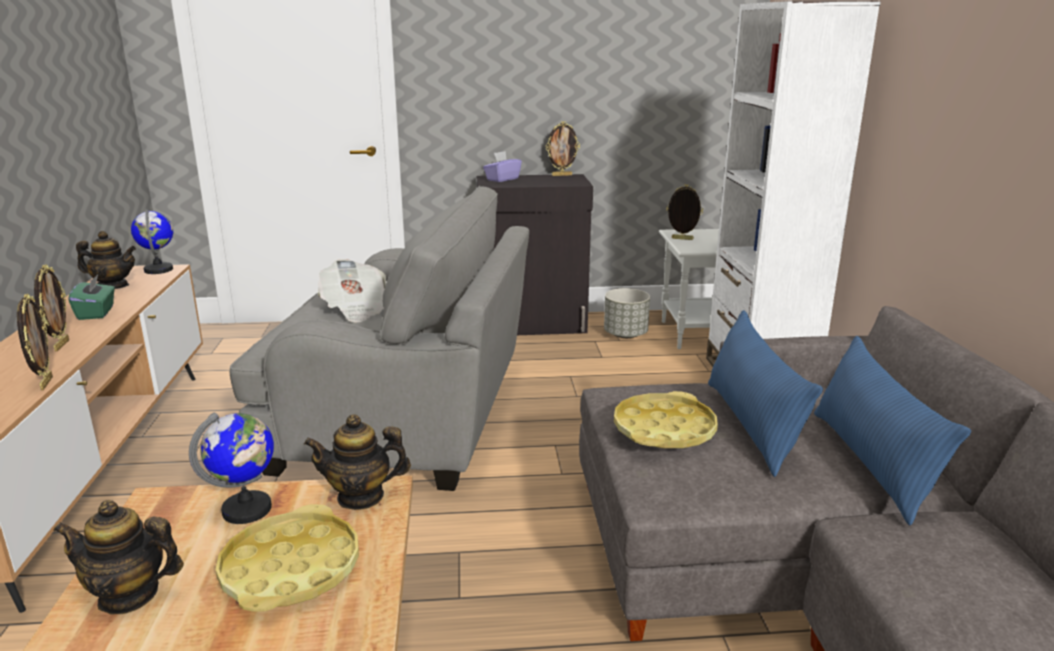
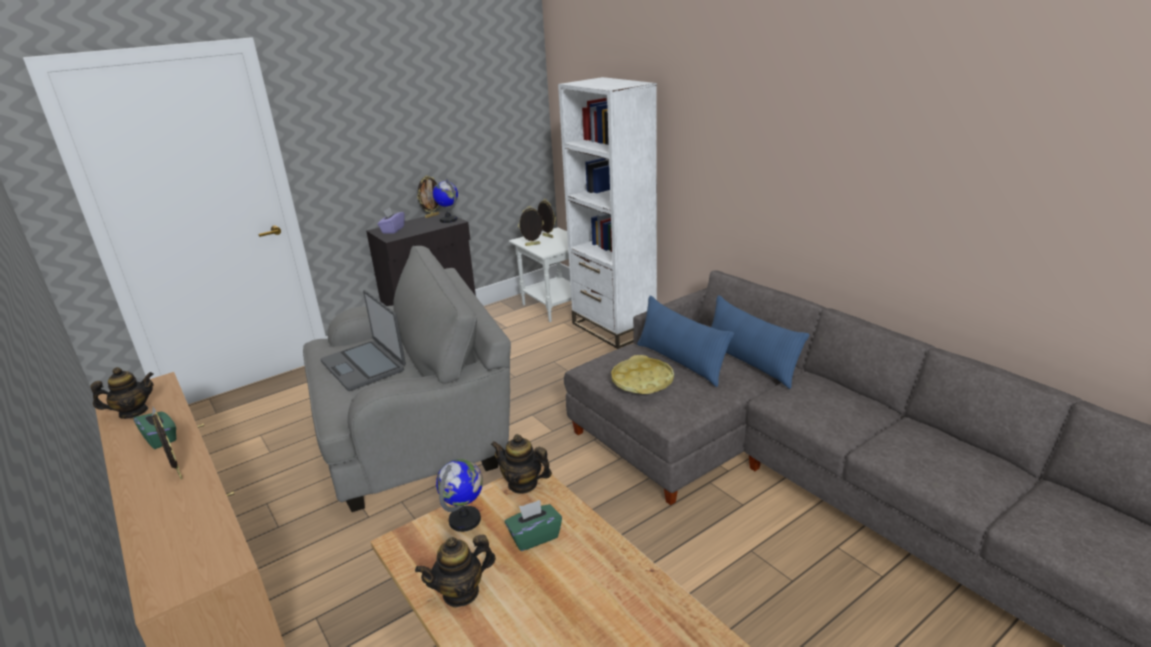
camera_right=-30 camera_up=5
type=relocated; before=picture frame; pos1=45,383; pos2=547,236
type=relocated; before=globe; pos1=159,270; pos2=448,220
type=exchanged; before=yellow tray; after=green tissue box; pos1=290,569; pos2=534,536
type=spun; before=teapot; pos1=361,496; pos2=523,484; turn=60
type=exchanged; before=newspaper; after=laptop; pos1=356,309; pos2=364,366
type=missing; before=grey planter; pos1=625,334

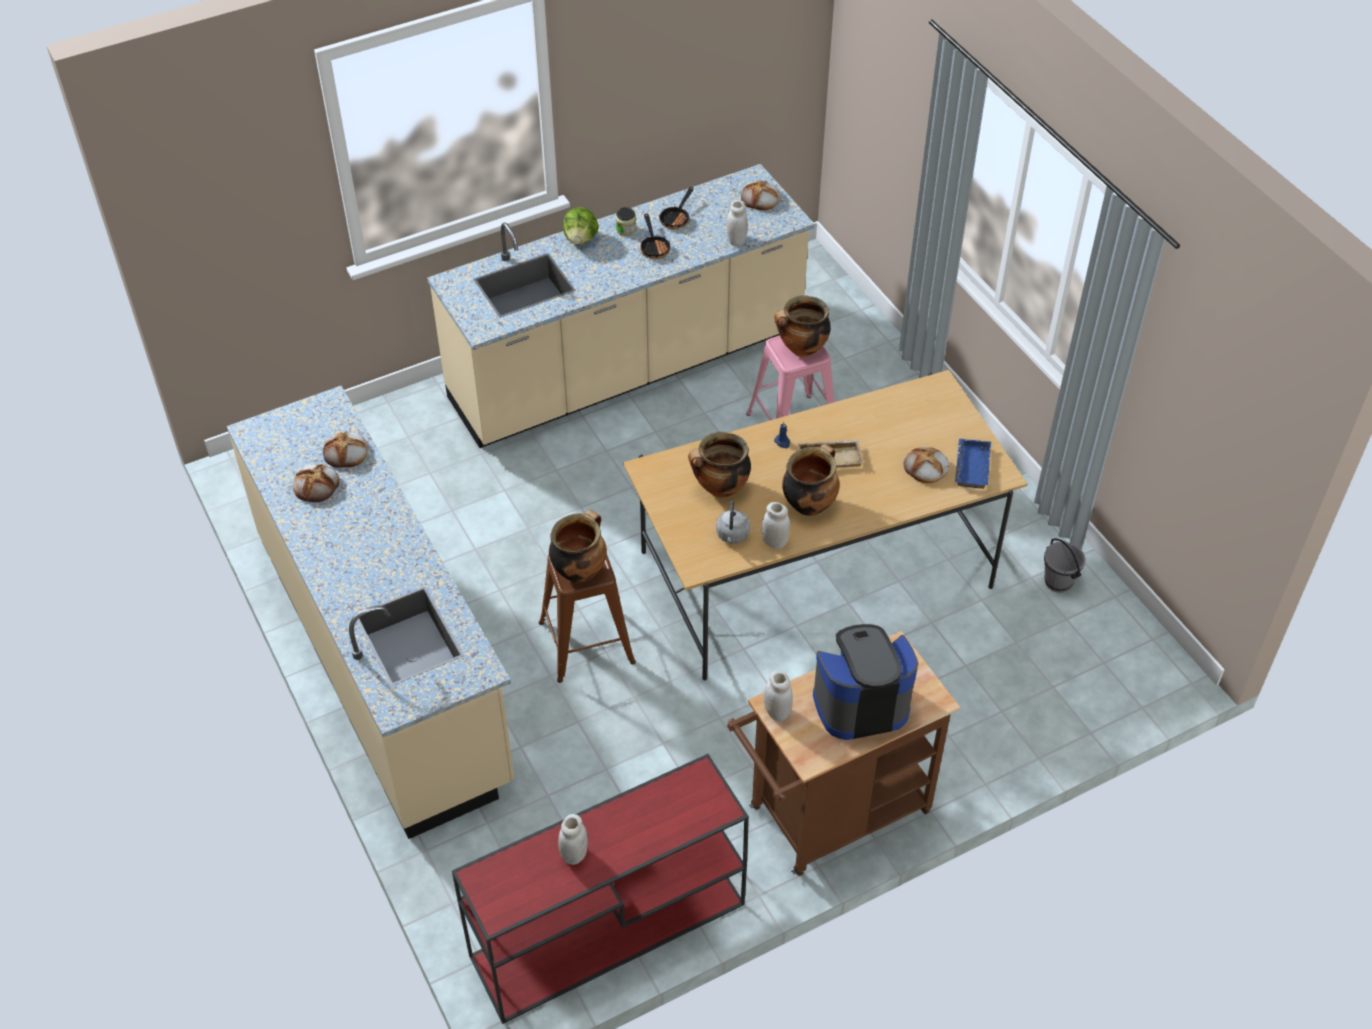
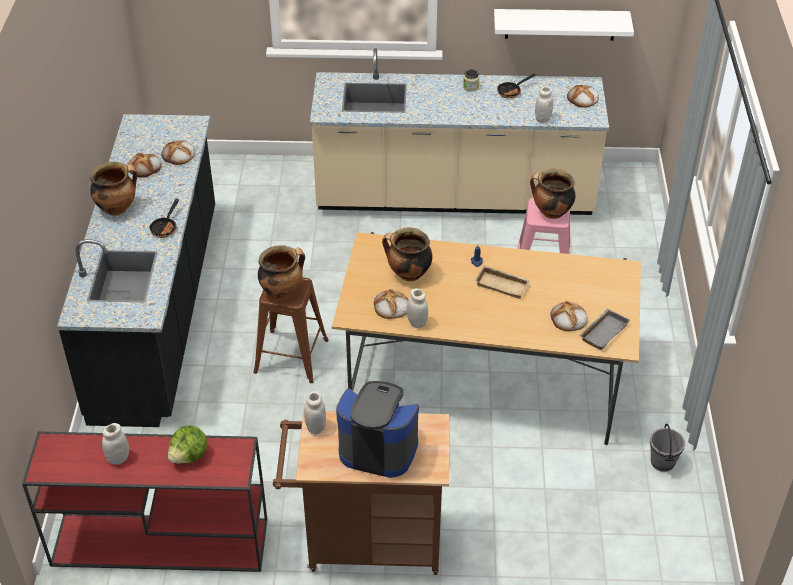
camera_right=30 camera_up=-5
type=colour; before=beige counter; after=black counter; pos1=385,659; pos2=159,311
type=relocated; before=lettuce; pos1=581,239; pos2=189,456
type=relocated; before=frying pan; pos1=654,247; pos2=165,227
type=exchanged; before=grey kettle; after=bread; pos1=732,536; pos2=391,307
type=relocated; before=cooking pot; pos1=809,504; pos2=117,208
type=colour; before=blue tray; after=grey tray; pos1=970,466; pos2=603,331
type=appeared; after=white shelf; pos2=560,24

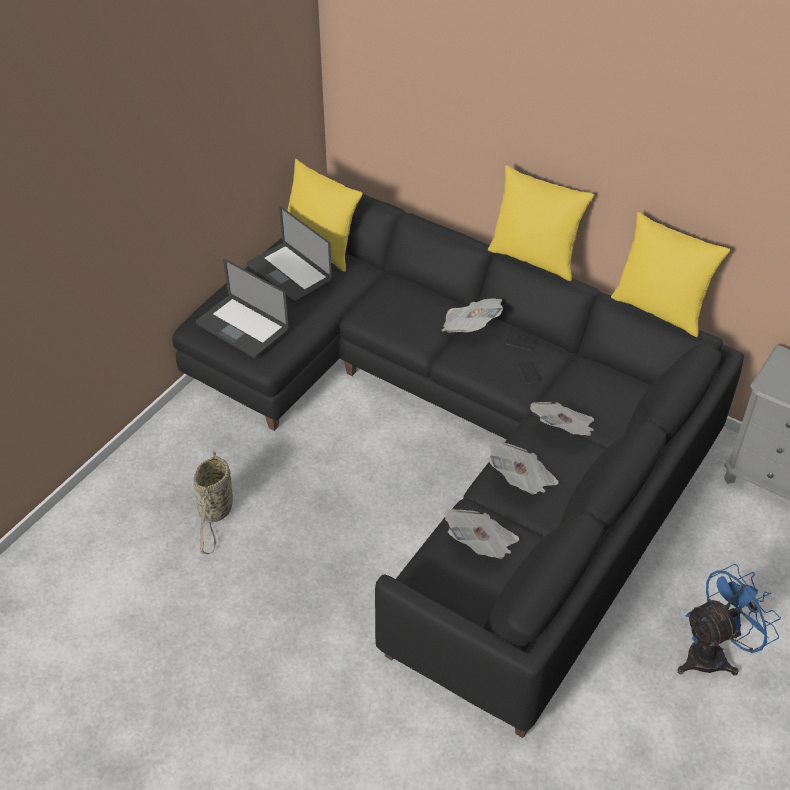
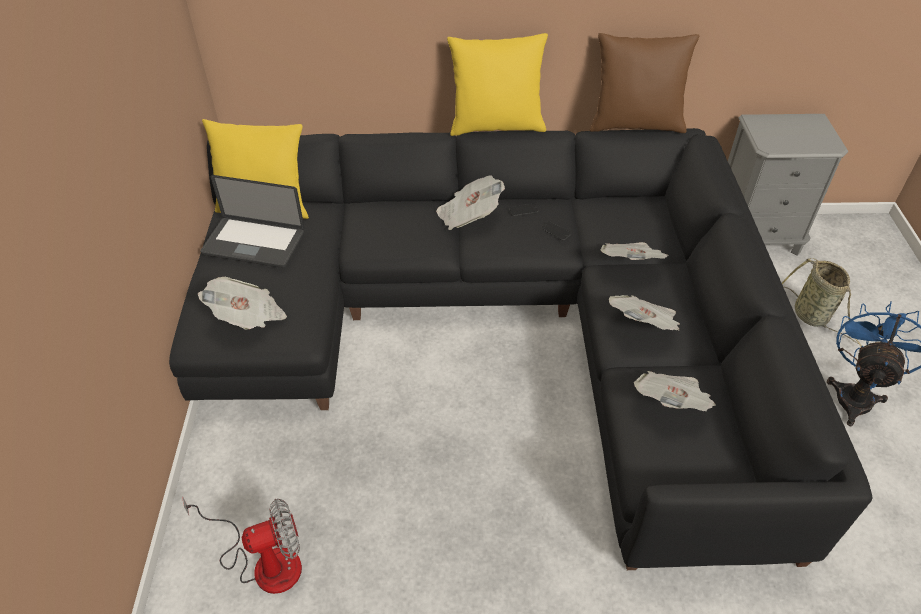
camera_right=-35 camera_up=0
type=relocated; before=basket; pos1=215,512; pos2=813,317
type=exchanged; before=laptop; after=newspaper; pos1=242,328; pos2=248,317
type=colour; before=yellow pillow; after=brown pillow; pos1=659,310; pos2=635,125
type=appeared; after=fan; pos2=264,562

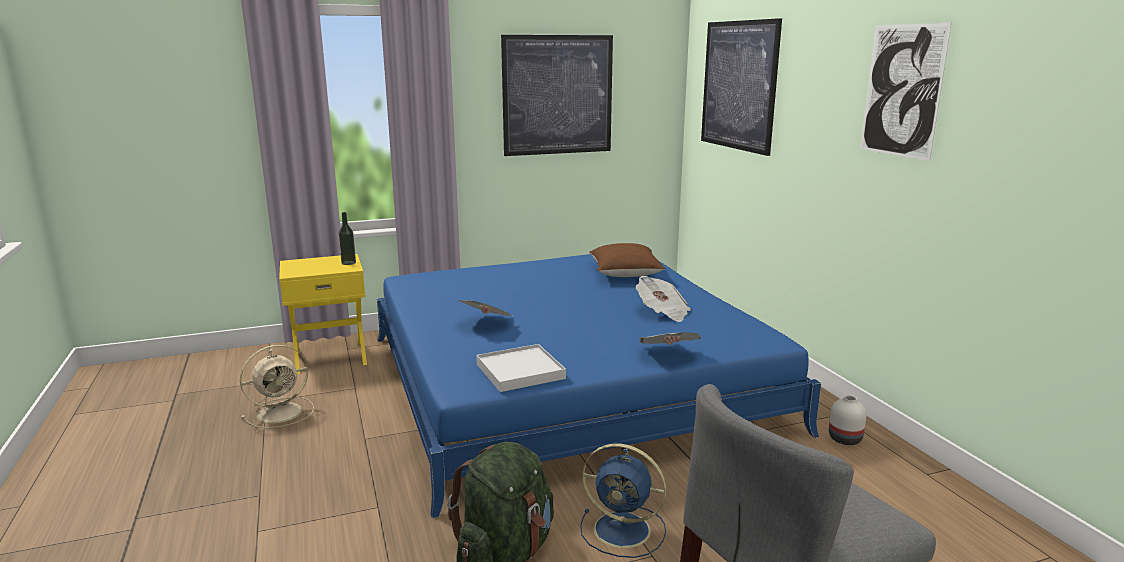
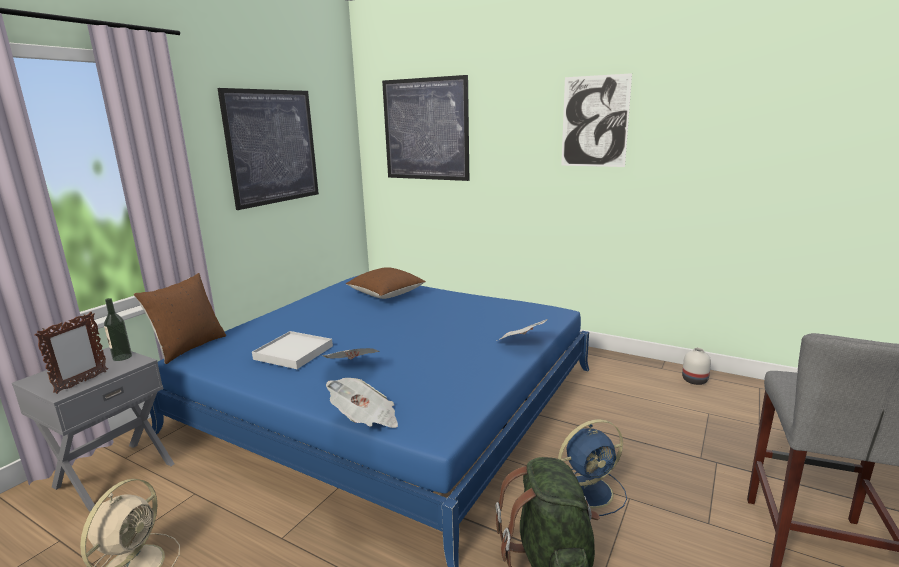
camera_right=-40 camera_up=0
type=colour; before=yellow nightstand; after=grey nightstand; pos1=330,356; pos2=114,474
type=relocated; before=white tray; pos1=520,371; pos2=293,352
type=relocated; before=newspaper; pos1=662,313; pos2=365,419
type=relocated; before=white vase; pos1=844,439; pos2=694,381
type=appeared; after=picture frame; pos2=81,382
type=appeared; after=brown pillow; pos2=189,347

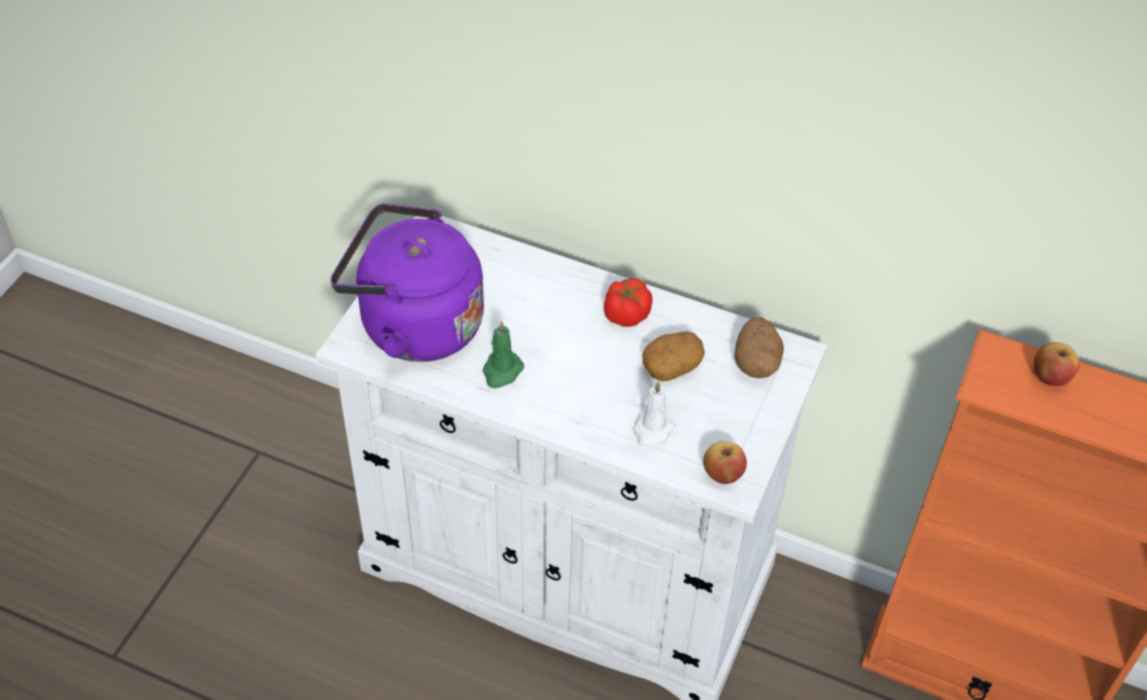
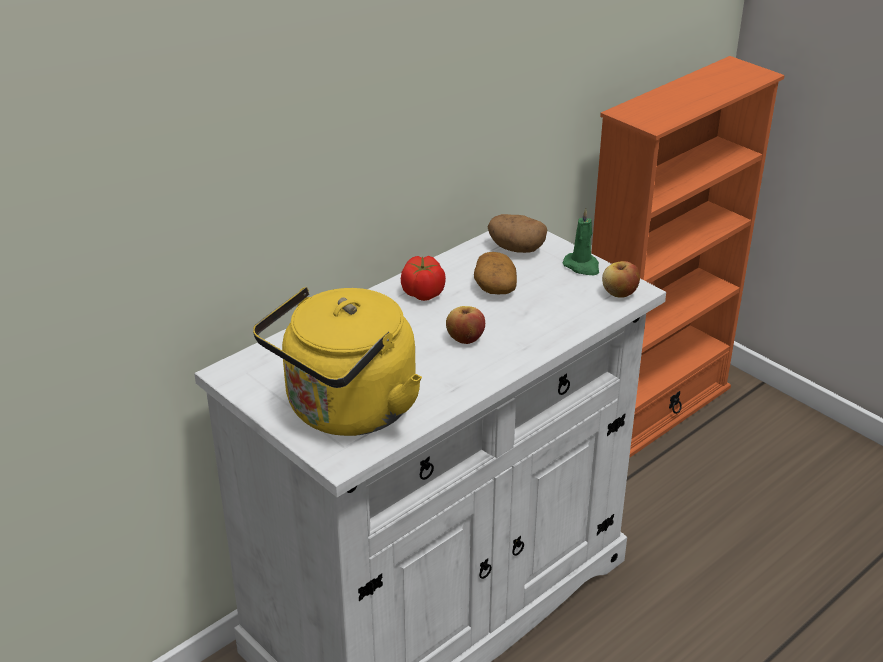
camera_right=-65 camera_up=-15
type=colour; before=purple kettle; after=yellow kettle; pos1=414,325; pos2=346,411
type=relocated; before=green candle; pos1=501,371; pos2=582,266
type=missing; before=white candle; pos1=652,430
type=relocated; before=apple; pos1=1050,376; pos2=465,338

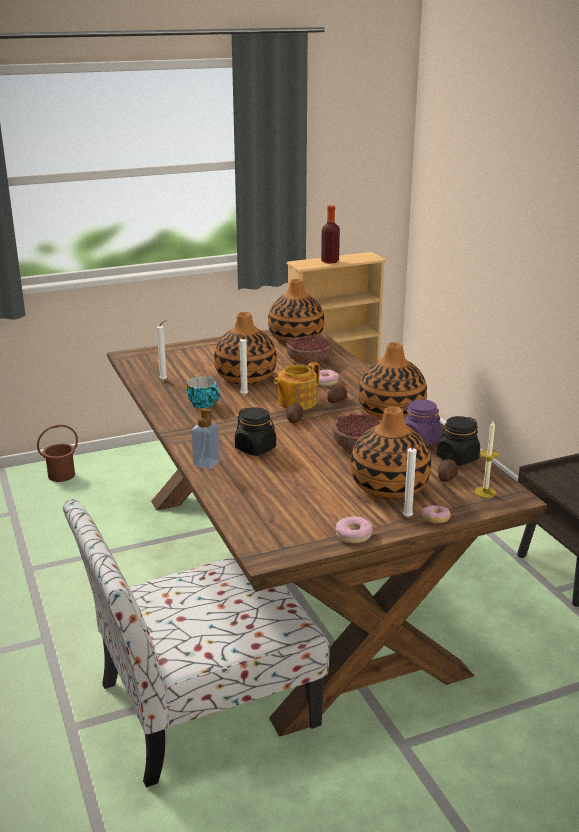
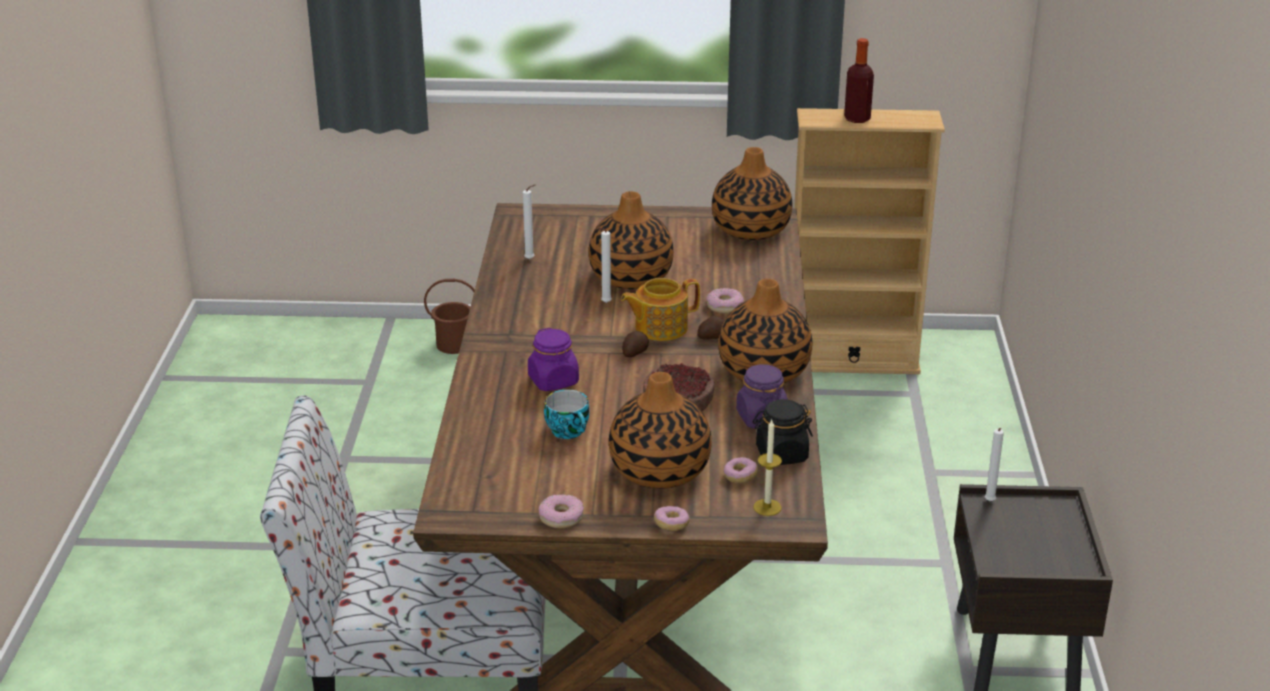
camera_right=25 camera_up=5
type=relocated; before=cup; pos1=204,404; pos2=569,431
type=missing; before=soap dispenser; pos1=206,463
type=colour; before=black jar; after=purple jar; pos1=255,448; pos2=553,381
type=missing; before=bowl; pos1=309,360
type=relocated; before=white candle; pos1=408,518; pos2=989,502
type=exchanged; before=potato; after=donut; pos1=446,478; pos2=740,476

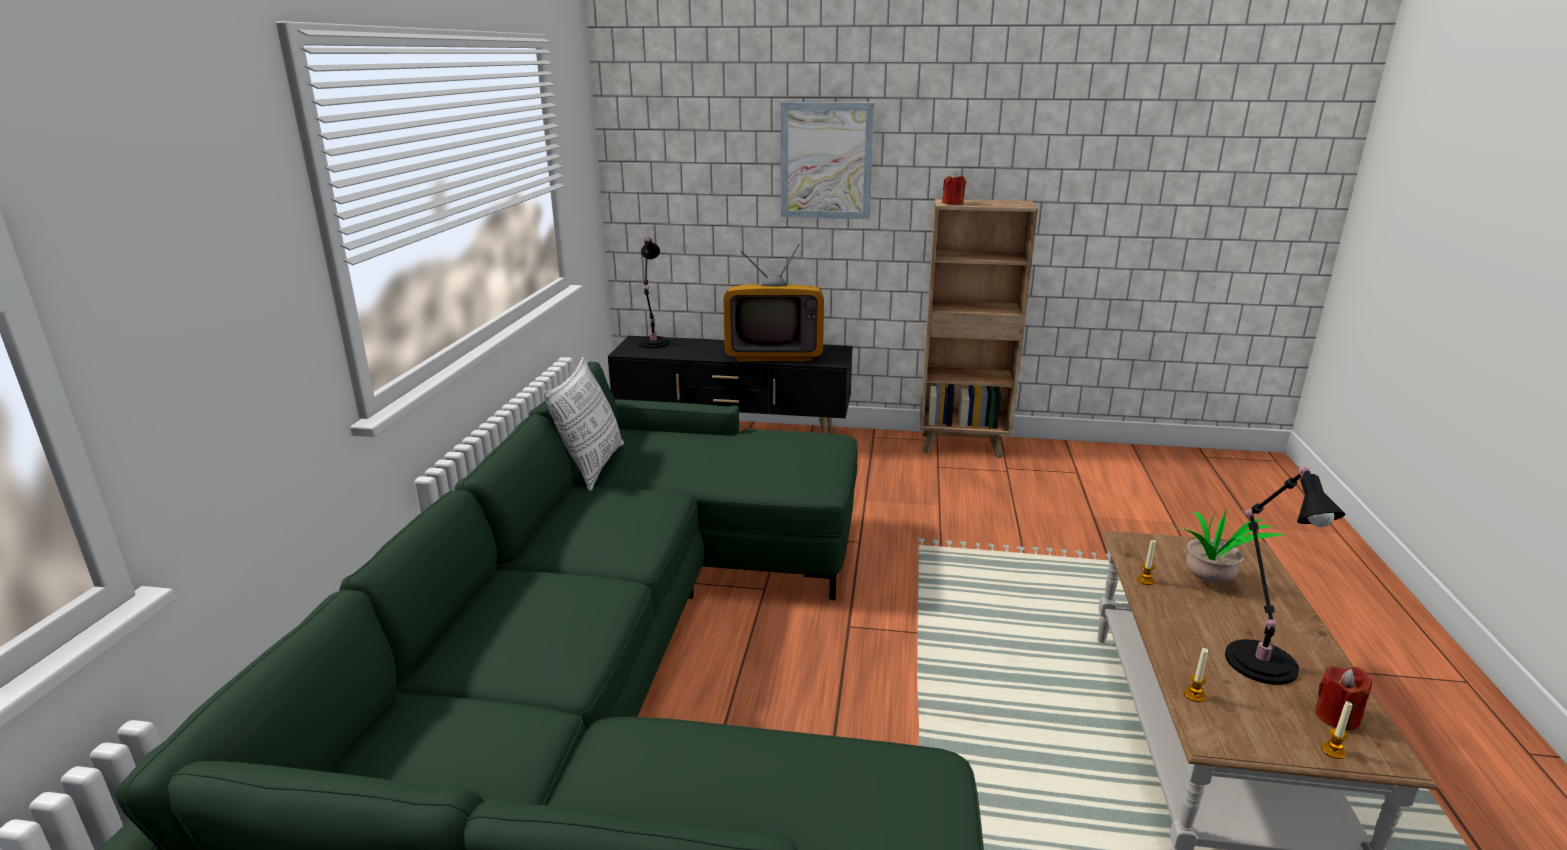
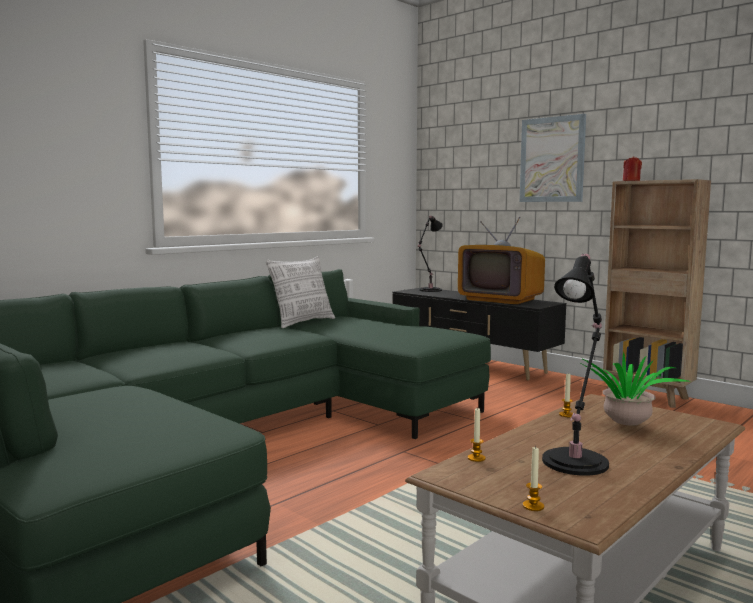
camera_right=35 camera_up=-15
type=missing; before=red candle; pos1=1336,717

